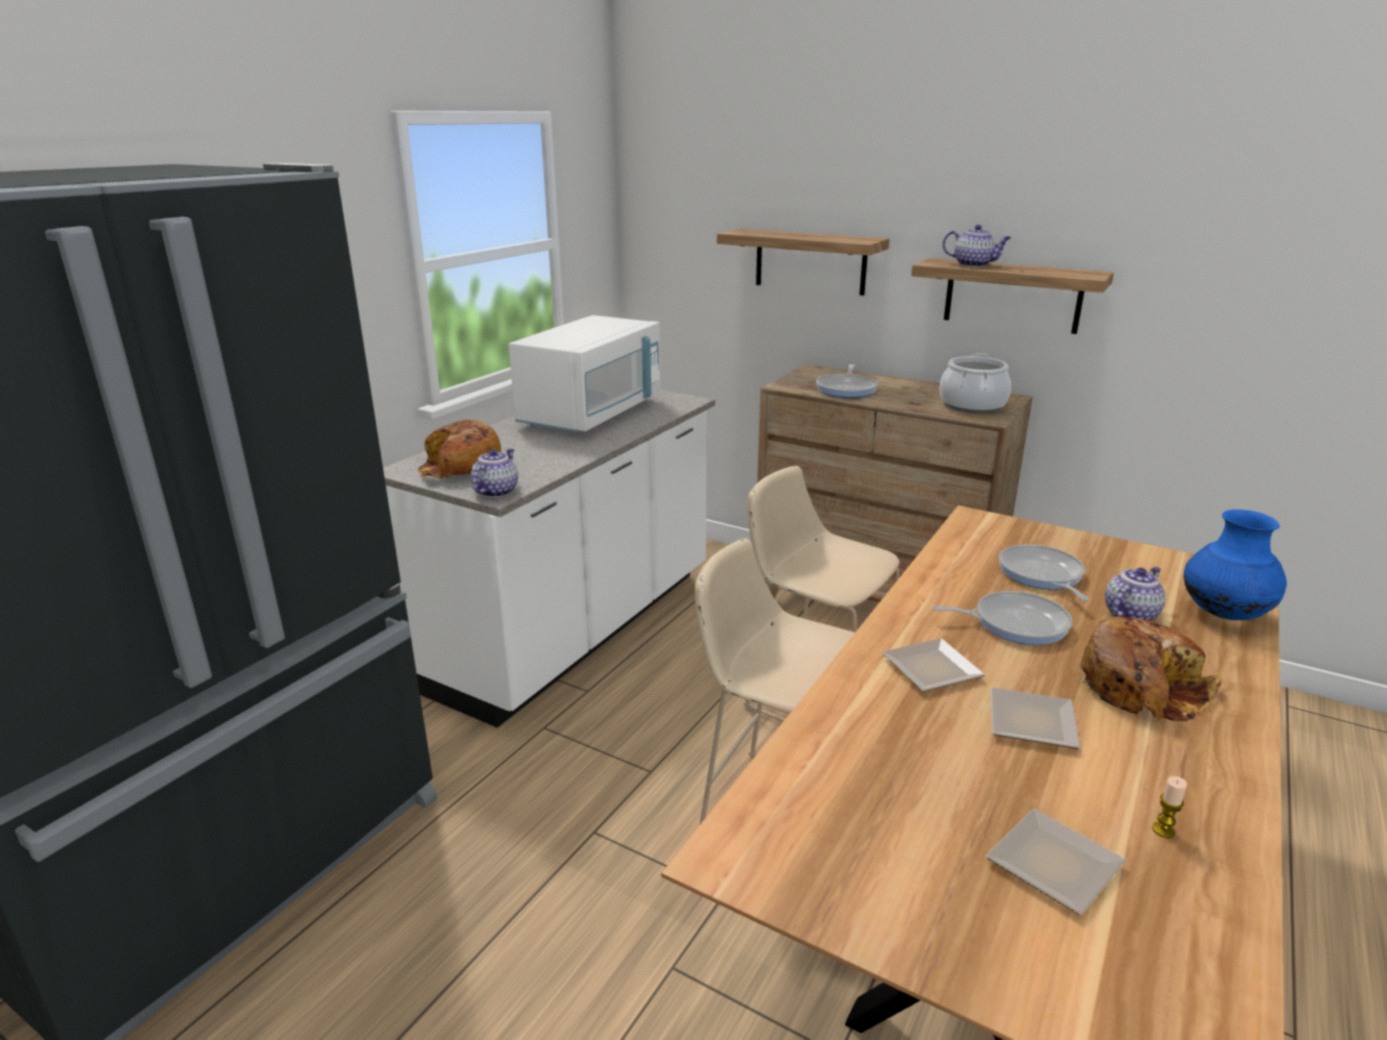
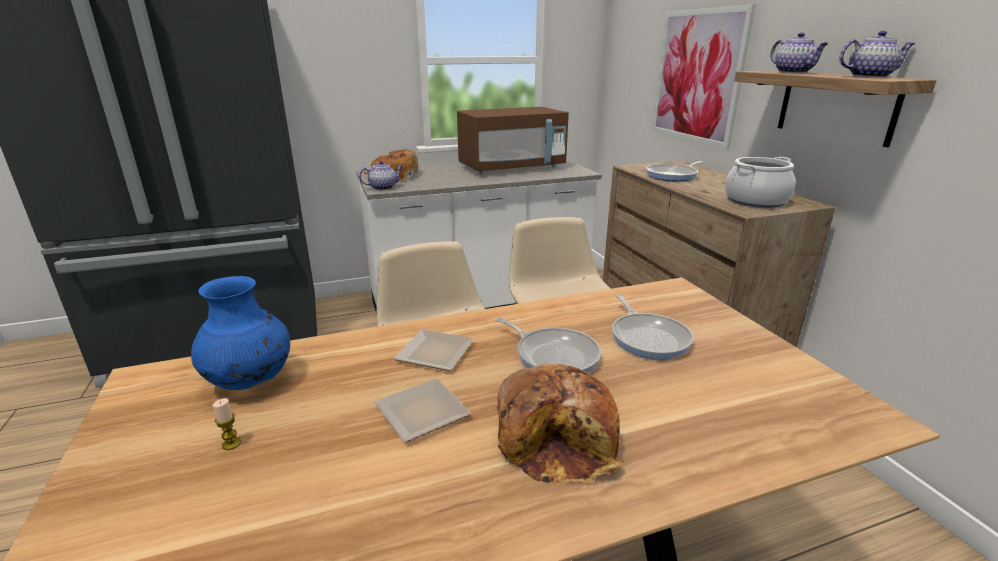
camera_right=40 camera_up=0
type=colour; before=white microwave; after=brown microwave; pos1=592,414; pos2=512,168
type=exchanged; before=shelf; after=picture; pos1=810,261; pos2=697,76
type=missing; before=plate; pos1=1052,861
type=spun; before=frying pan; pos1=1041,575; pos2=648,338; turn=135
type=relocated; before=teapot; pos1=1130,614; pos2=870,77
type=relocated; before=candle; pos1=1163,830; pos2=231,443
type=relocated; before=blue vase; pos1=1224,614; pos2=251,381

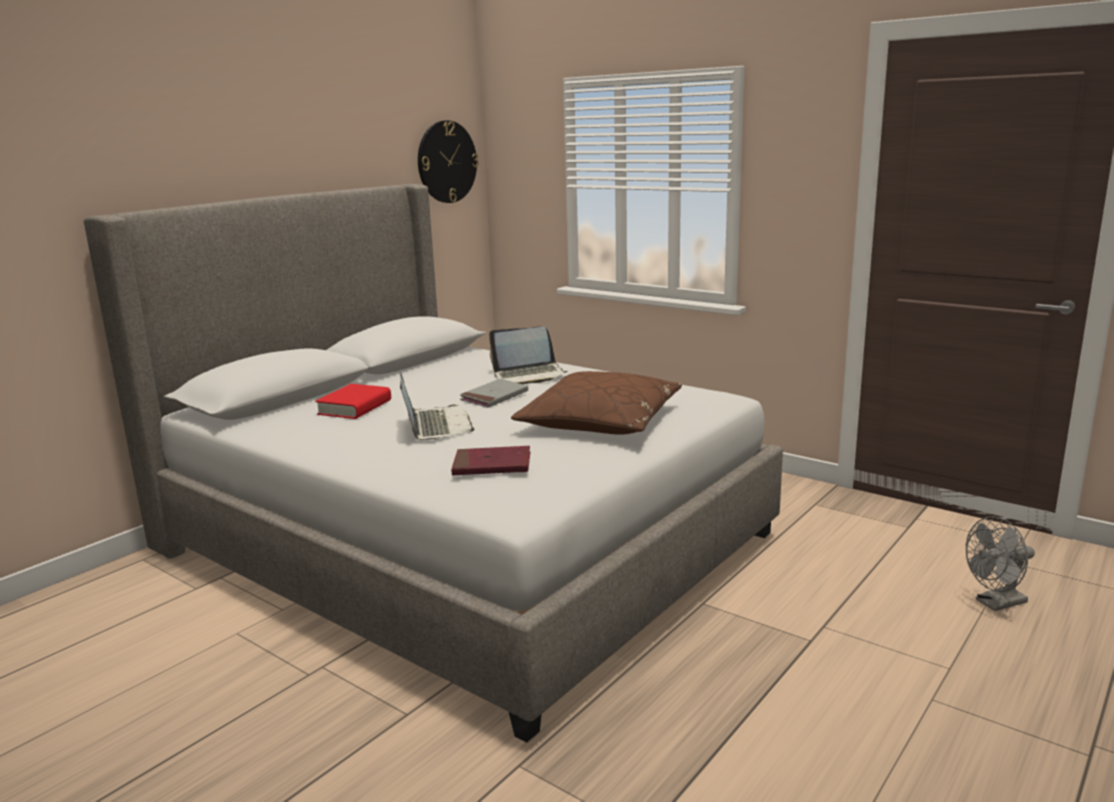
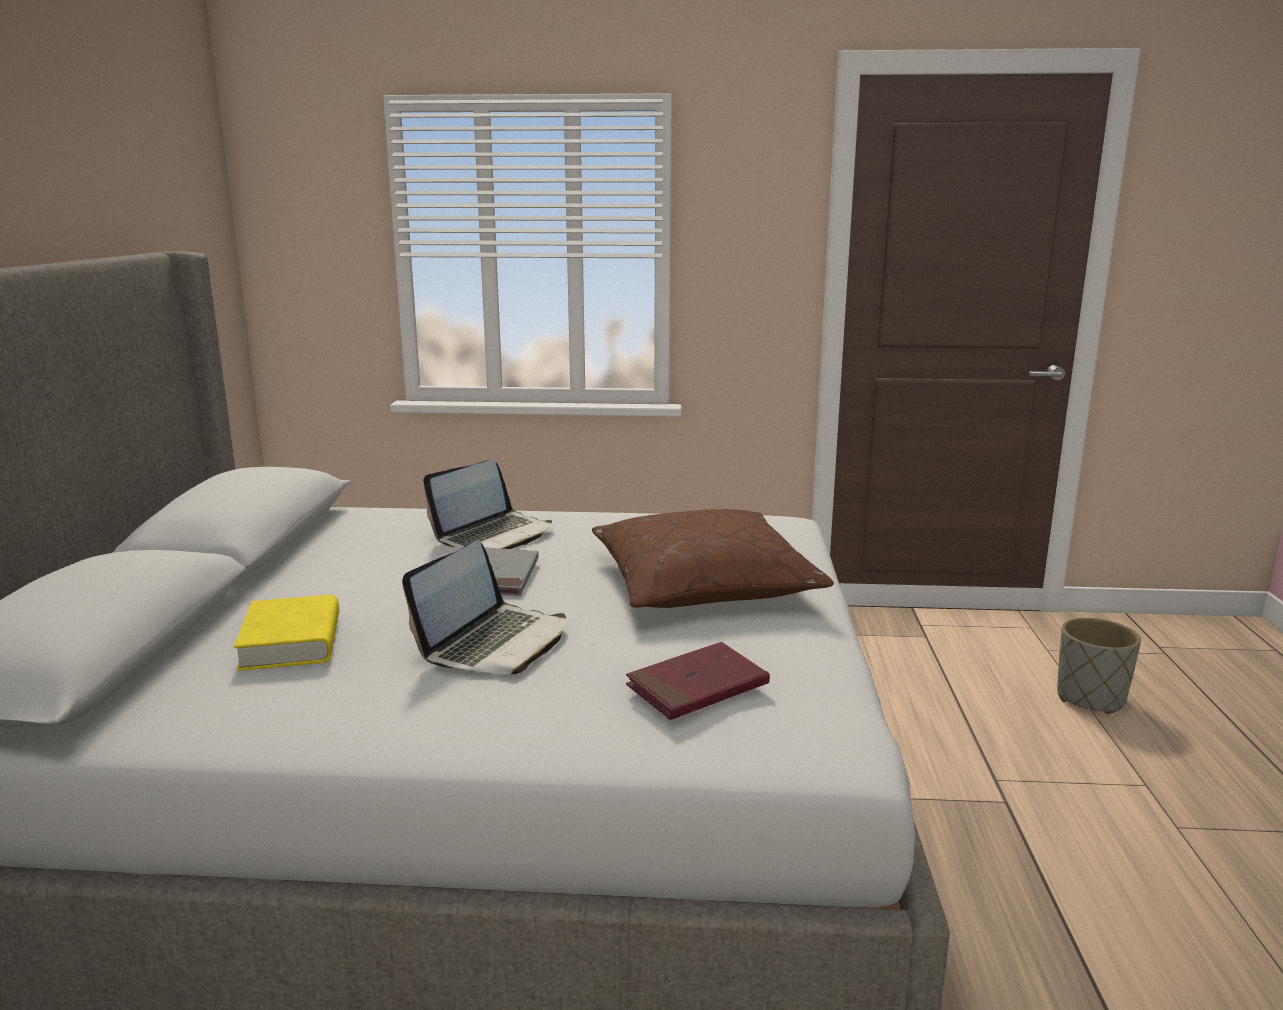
camera_right=-35 camera_up=0
type=colour; before=red book; after=yellow book; pos1=355,407; pos2=291,642
type=spun; before=laptop; pos1=435,426; pos2=495,643; turn=75
type=missing; before=wall clock; pos1=447,162
type=exchanged; before=grey fan; after=grey planter; pos1=996,603; pos2=1091,698

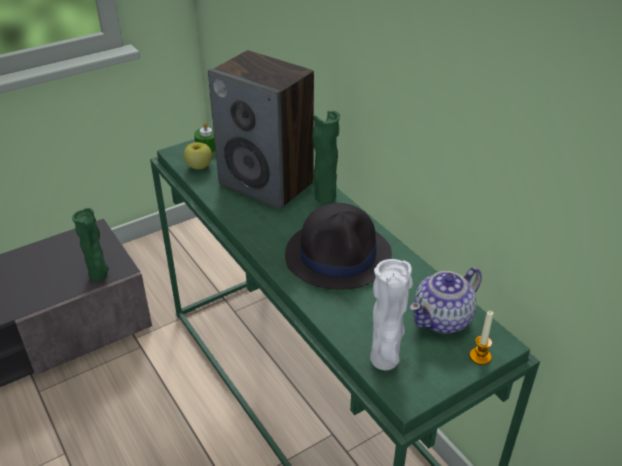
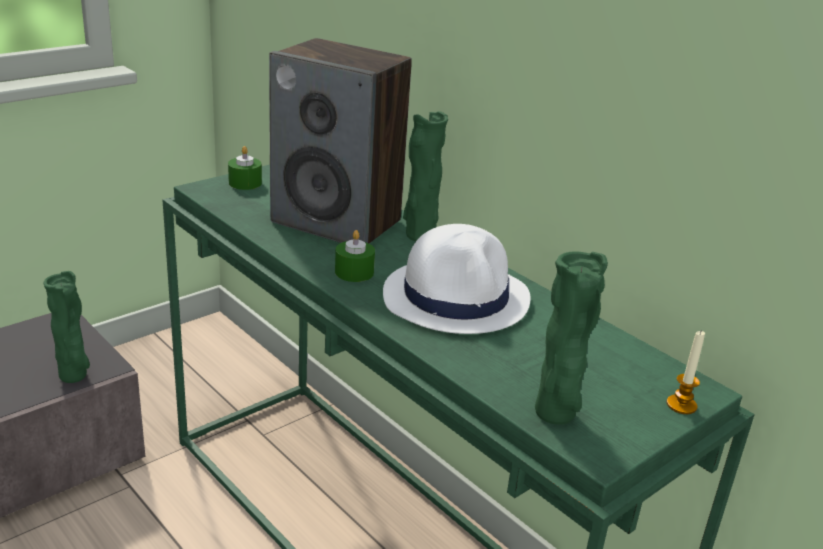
camera_right=-10 camera_up=-10
type=missing; before=apple; pos1=199,166
type=colour; before=black hat; after=white hat; pos1=338,255; pos2=457,297
type=colour; before=white vase; after=green vase; pos1=385,361; pos2=556,415
type=missing; before=teapot; pos1=443,319
type=appeared; after=green candle; pos2=354,272

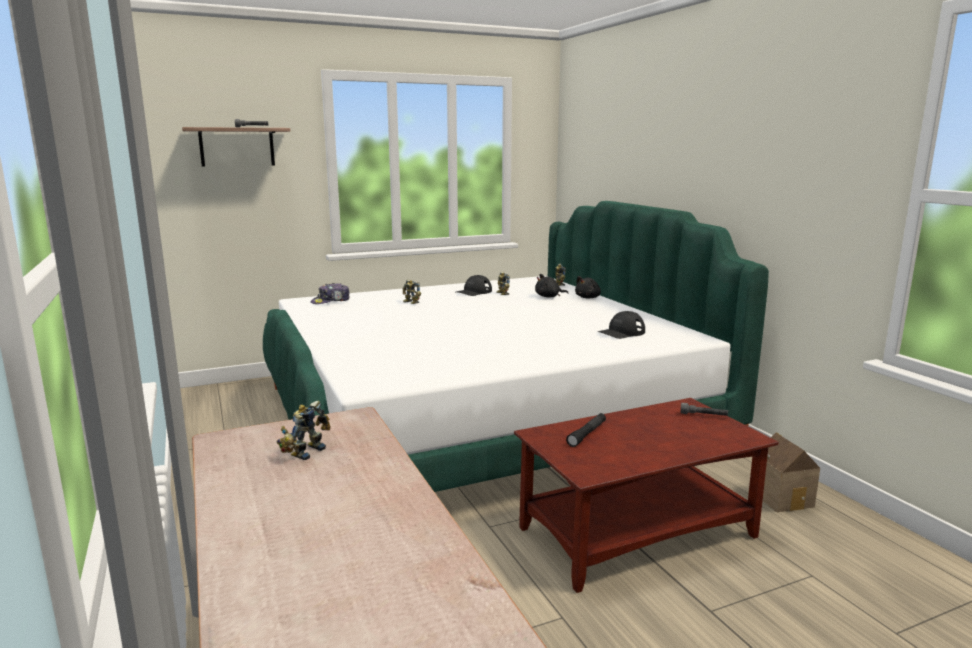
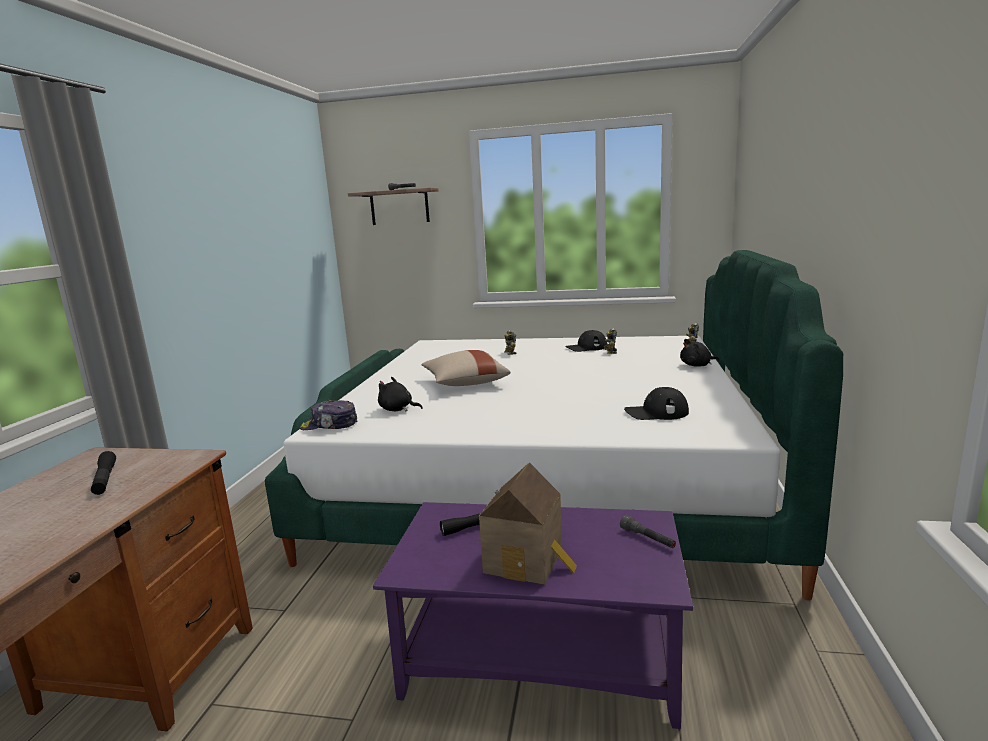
camera_right=35 camera_up=0
type=exchanged; before=toy robot; after=black flashlight; pos1=305,451; pos2=105,479
type=relocated; before=cap; pos1=331,301; pos2=329,426
type=colour; before=brown coffee table; after=purple coffee table; pos1=638,531; pos2=542,657
type=relocated; before=black plush toy; pos1=549,297; pos2=397,409
type=relocated; before=toy house; pos1=784,498; pos2=528,561
type=appeared; after=beige pillow; pos2=465,383

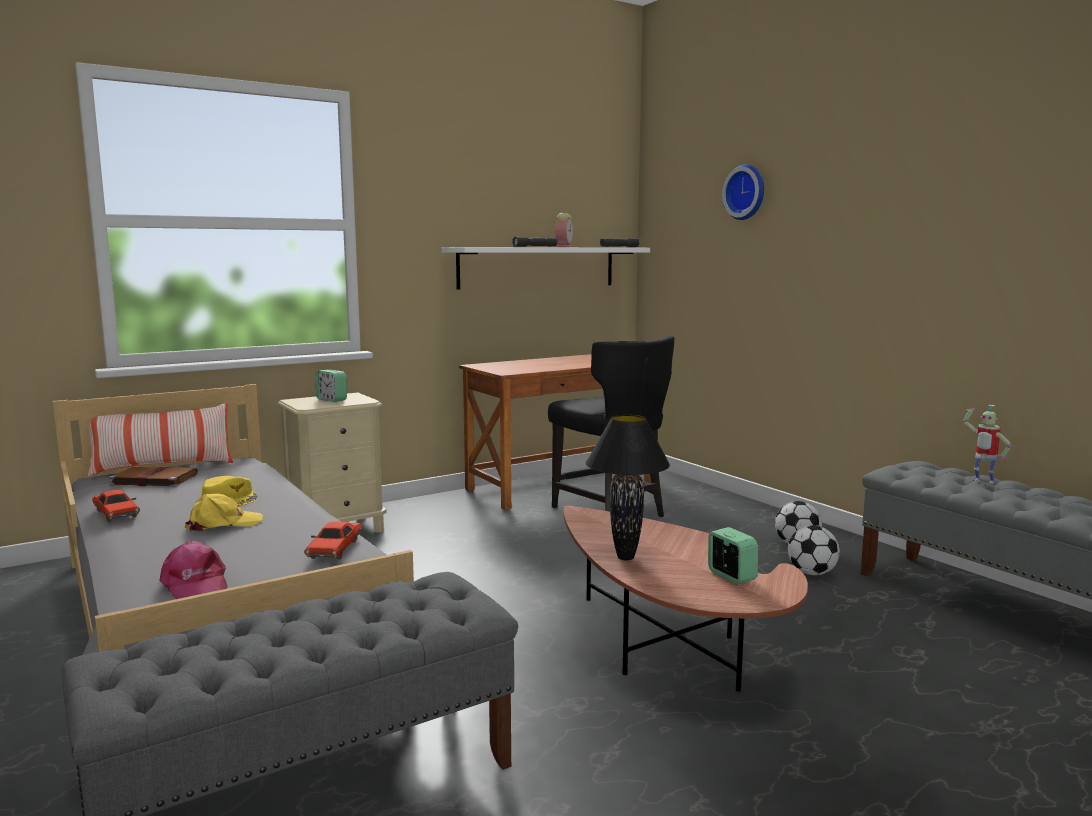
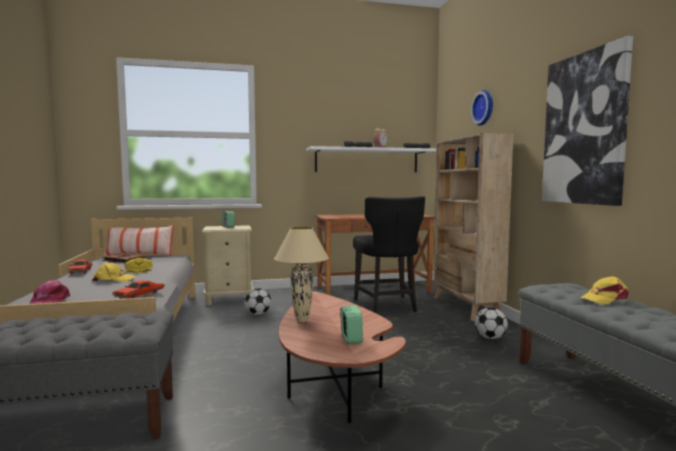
camera_right=20 camera_up=-5
type=colour; before=black table lamp; after=beige table lamp; pos1=625,557; pos2=302,320
type=relocated; before=football; pos1=812,573; pos2=258,314
type=exchanged; before=toy robot; after=yellow cap; pos1=982,482; pos2=604,299
type=appeared; after=beige bookcase; pos2=466,307
type=appeared; after=picture; pos2=584,129

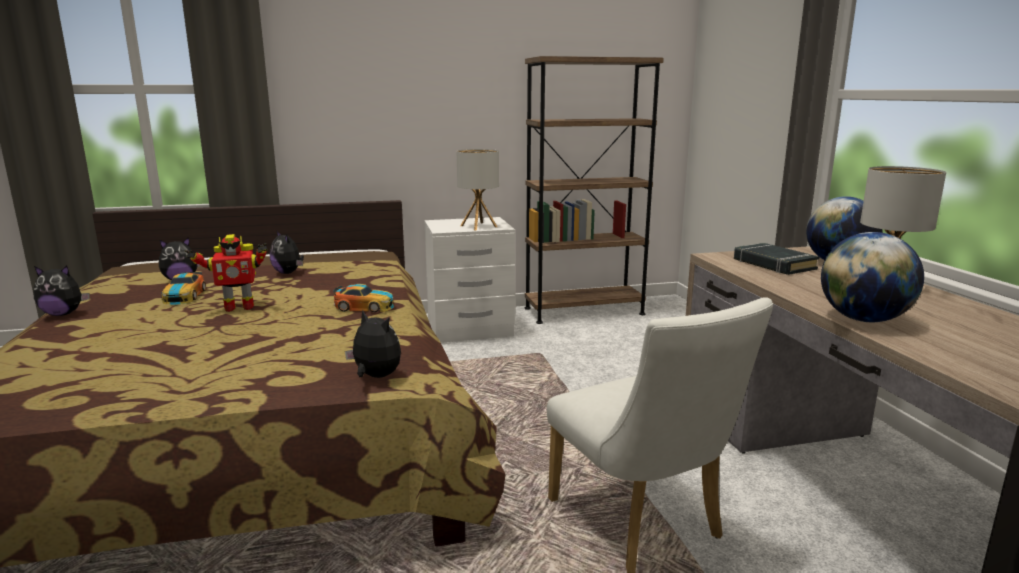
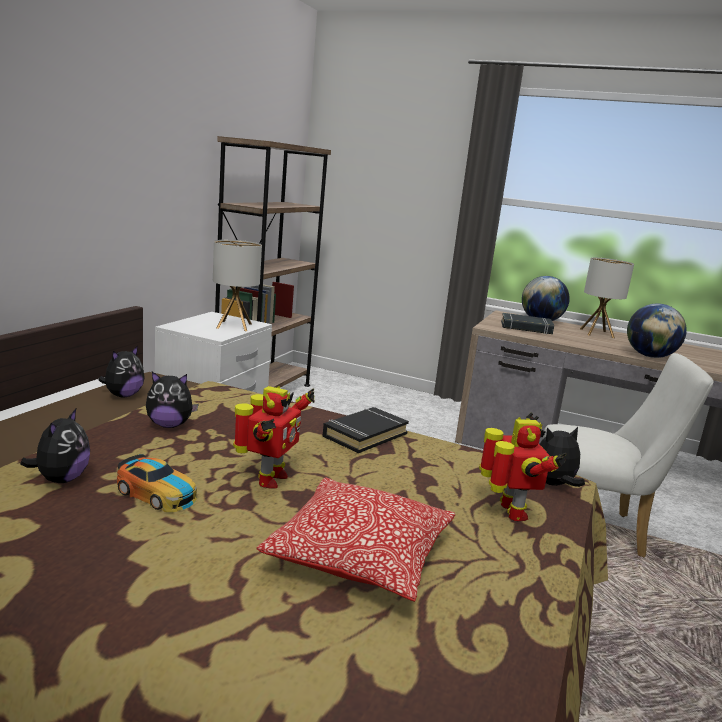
camera_right=-55 camera_up=0
type=relocated; before=plush toy; pos1=63,314; pos2=123,395
type=exchanged; before=toy car; after=black book; pos1=364,307; pos2=364,435
type=appeared; after=pillow; pos2=360,556
type=appeared; after=toy robot; pos2=510,512

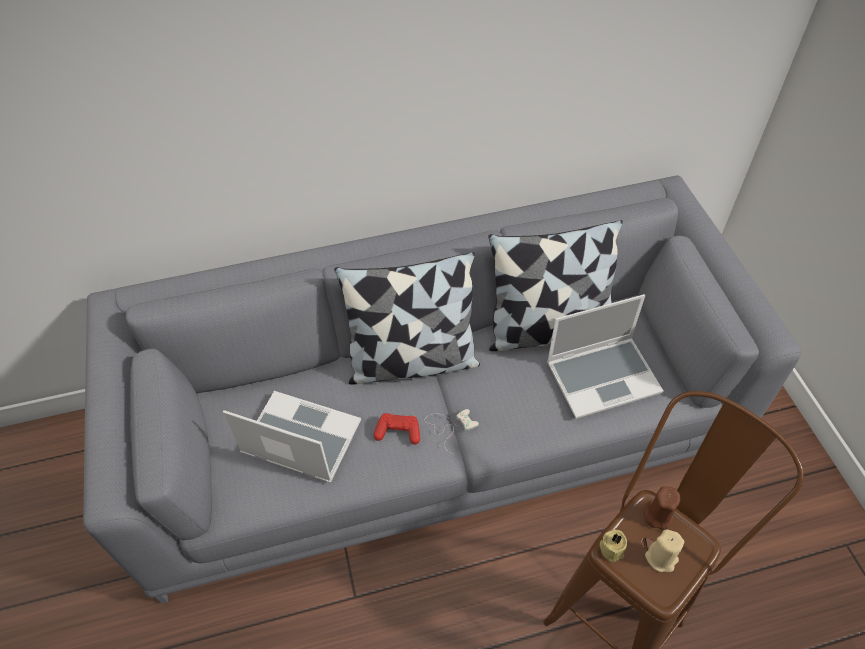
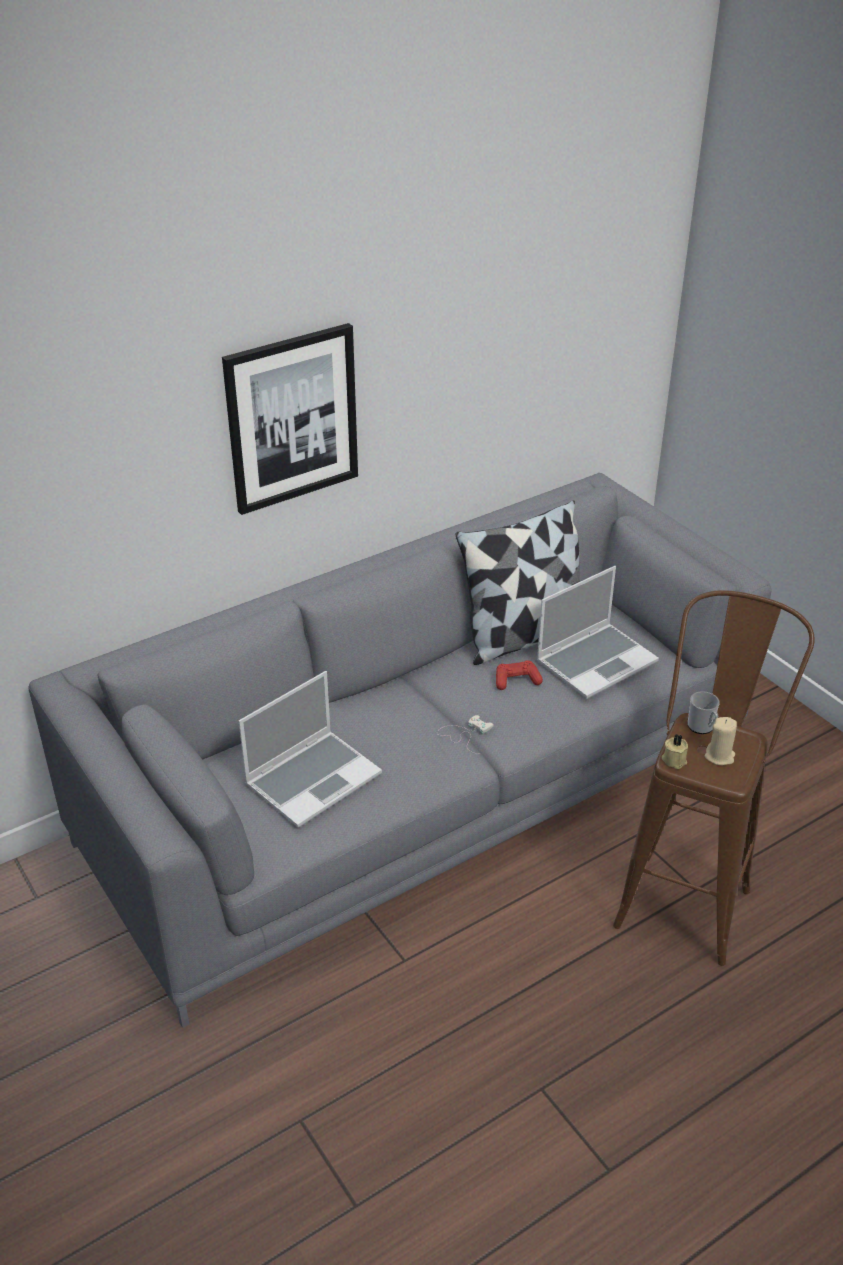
camera_right=-20 camera_up=-15
type=spun; before=laptop; pos1=299,439; pos2=313,779; turn=135
type=missing; before=pillow; pos1=412,361
type=relocated; before=red game controller; pos1=398,432; pos2=516,680
type=exchanged; before=brown candle; after=mug; pos1=657,515; pos2=702,727
type=appeared; after=picture; pos2=292,418

